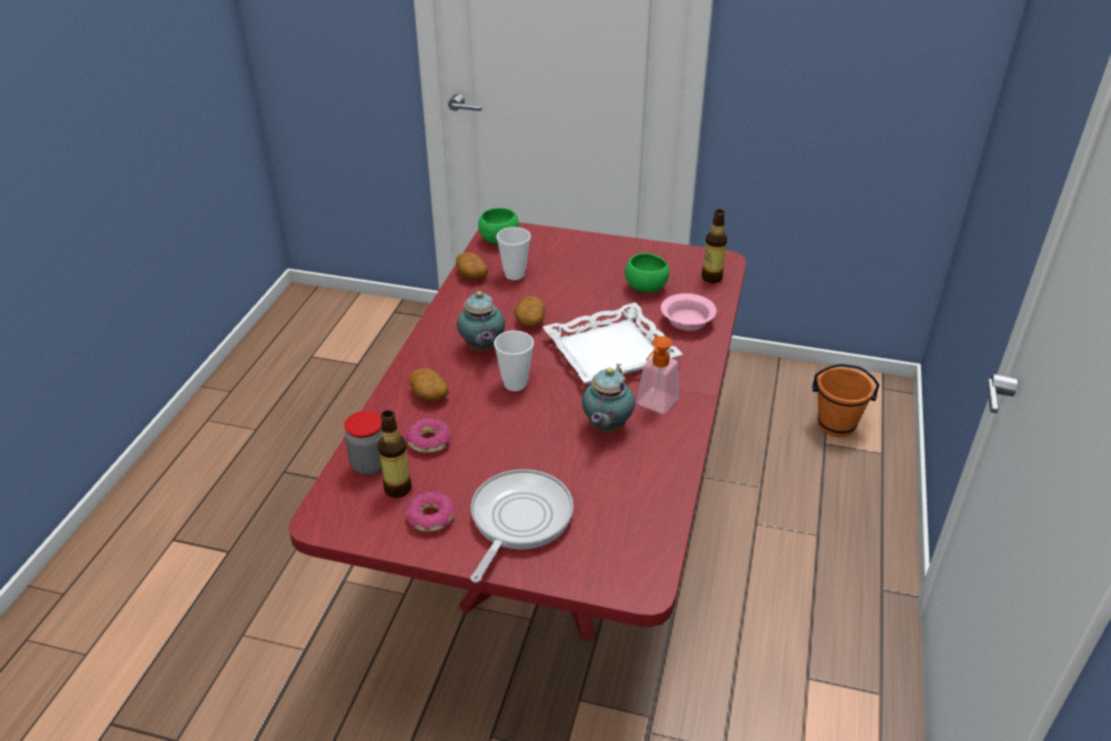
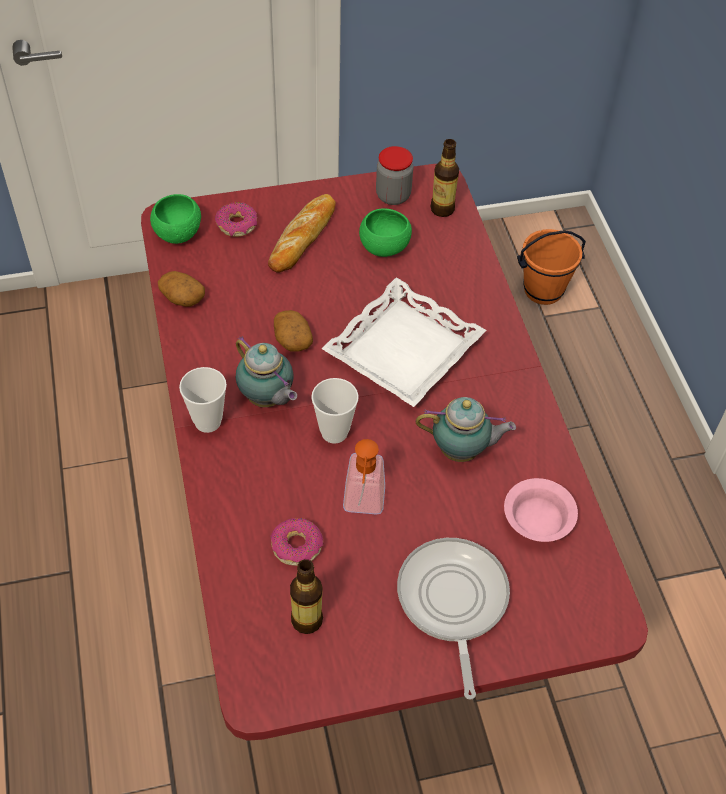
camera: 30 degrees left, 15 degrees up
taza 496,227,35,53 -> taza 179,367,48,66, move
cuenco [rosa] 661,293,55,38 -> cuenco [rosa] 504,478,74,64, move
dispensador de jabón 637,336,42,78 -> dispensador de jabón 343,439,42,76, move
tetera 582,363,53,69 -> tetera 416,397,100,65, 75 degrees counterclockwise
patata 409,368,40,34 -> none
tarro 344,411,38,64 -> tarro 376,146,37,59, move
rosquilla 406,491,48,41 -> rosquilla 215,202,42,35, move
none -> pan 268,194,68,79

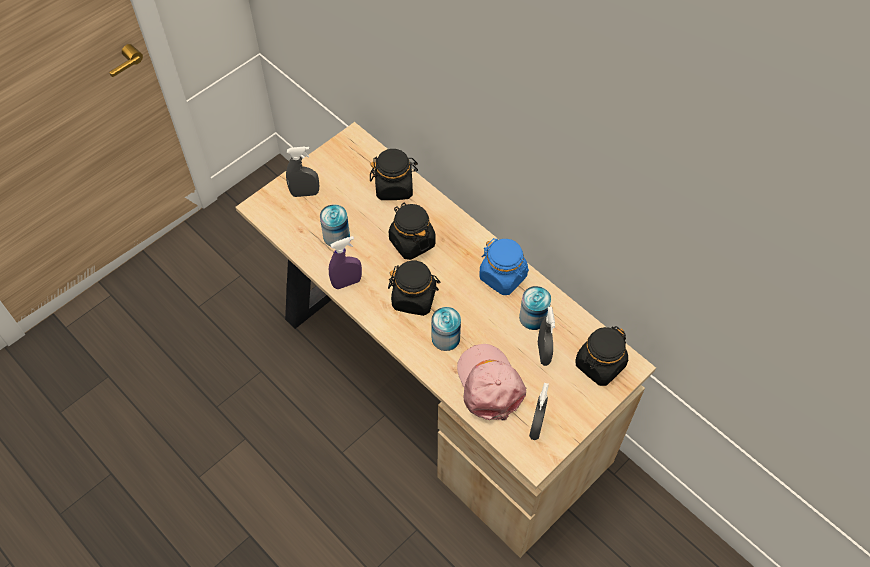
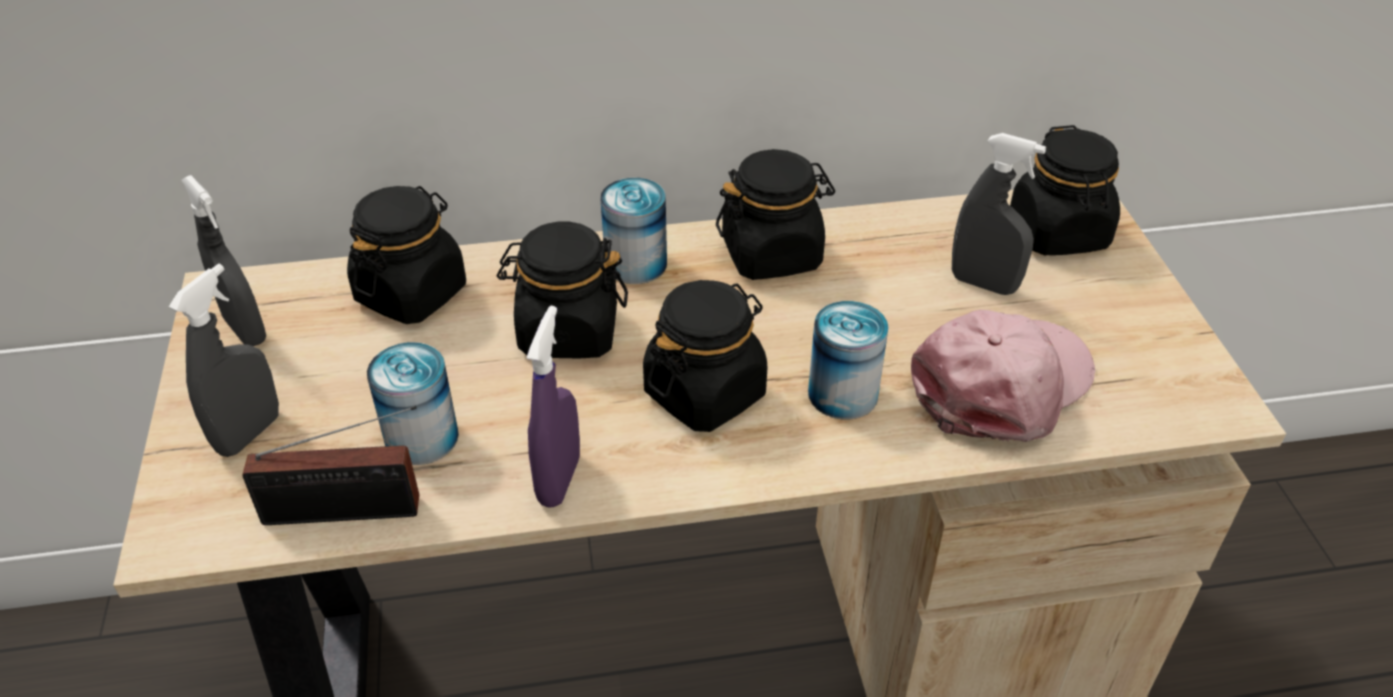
camera: 55 degrees left, 15 degrees down
tarro [azul] 479,238,50,57 -> tarro [negro] 716,149,119,131
lata 519,286,32,44 -> lata 600,178,67,106, move
gorra [rosa] 457,344,69,76 -> gorra [rosa] 911,310,184,132, 120 degrees clockwise
pulverizador [gris] 529,383,20,57 -> pulverizador [gris] 181,175,85,171, move
none -> radio 242,406,177,119

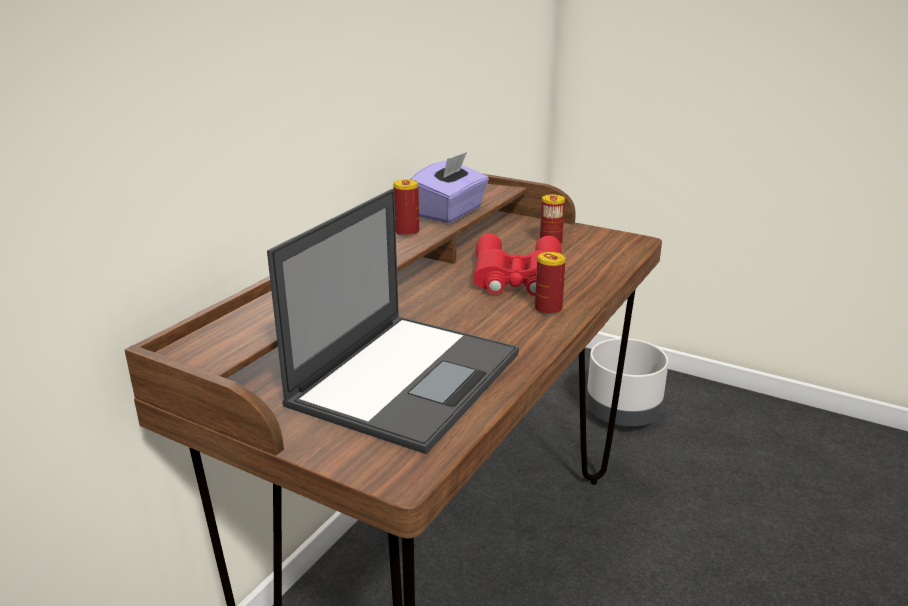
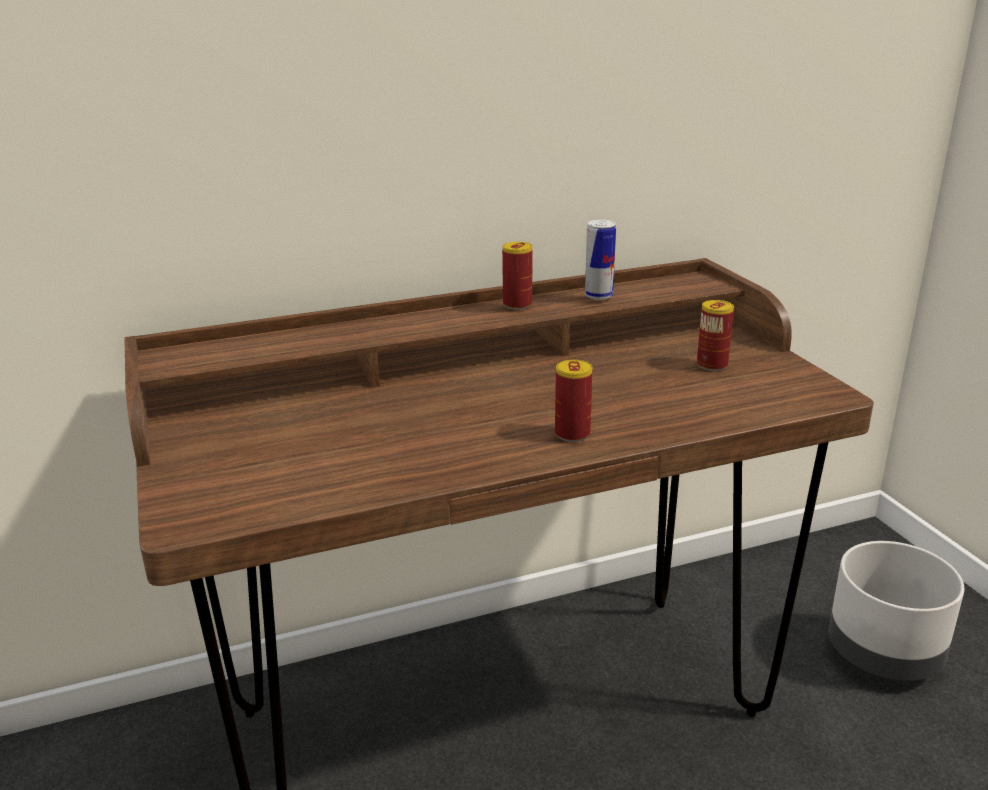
camera: 40 degrees right, 0 degrees up
caja de pañuelos [morado] 410,152,79,71 -> lata 585,219,31,81
portátil 267,189,252,265 -> none
prismáticos [rojo] 473,234,88,62 -> none

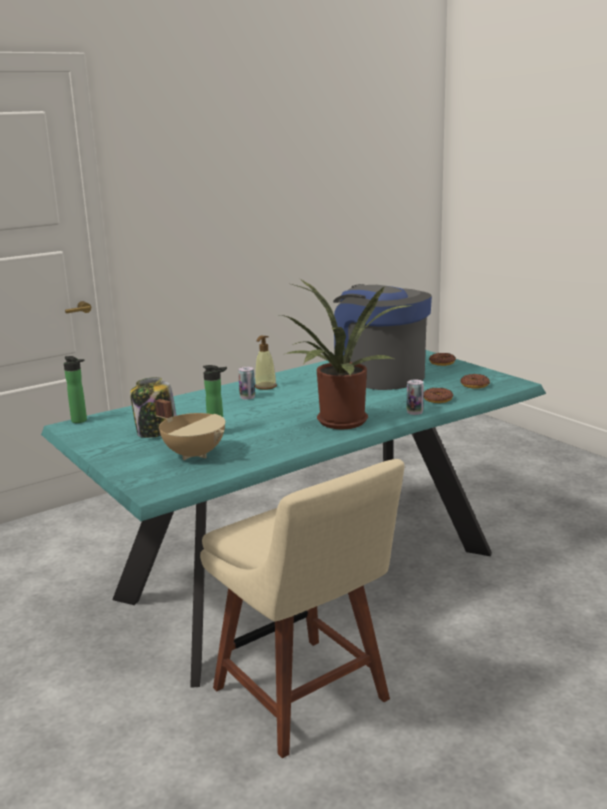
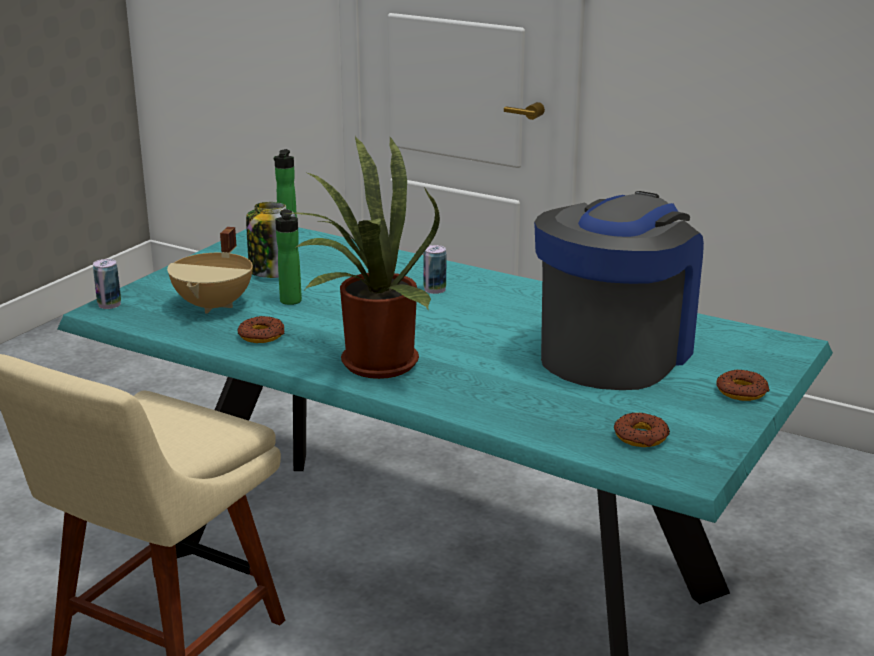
camera: 65 degrees right, 5 degrees up
dispensador de jabón 255,335,22,55 -> none
lata 407,379,17,36 -> lata 93,259,28,50, move
rosquilla 424,388,29,15 -> rosquilla 237,316,47,27, move

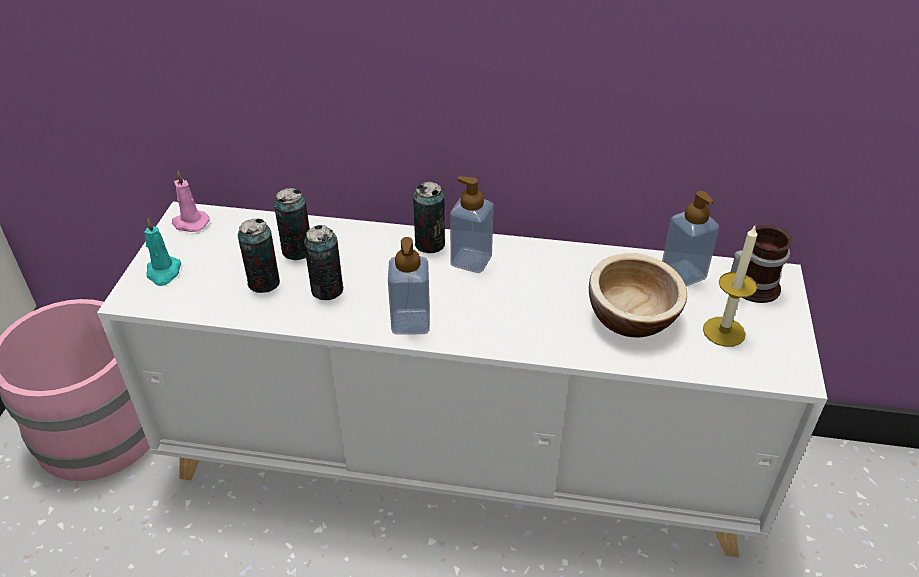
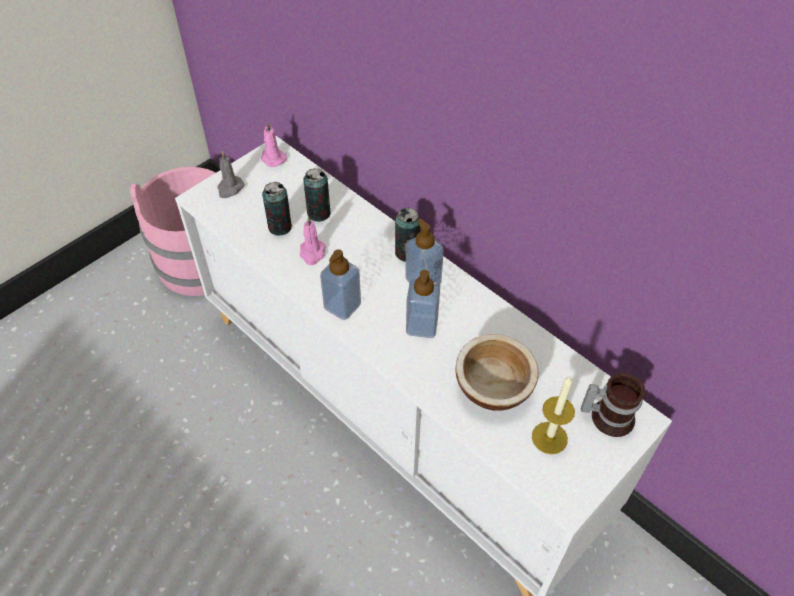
camera: 35 degrees right, 10 degrees up
dispensador de jabón 662,191,57,95 -> dispensador de jabón 406,270,34,68, move
vela [turquesa] 144,219,38,67 -> vela [gris] 217,151,28,47
lata 304,225,40,75 -> vela [rosa] 300,216,26,49

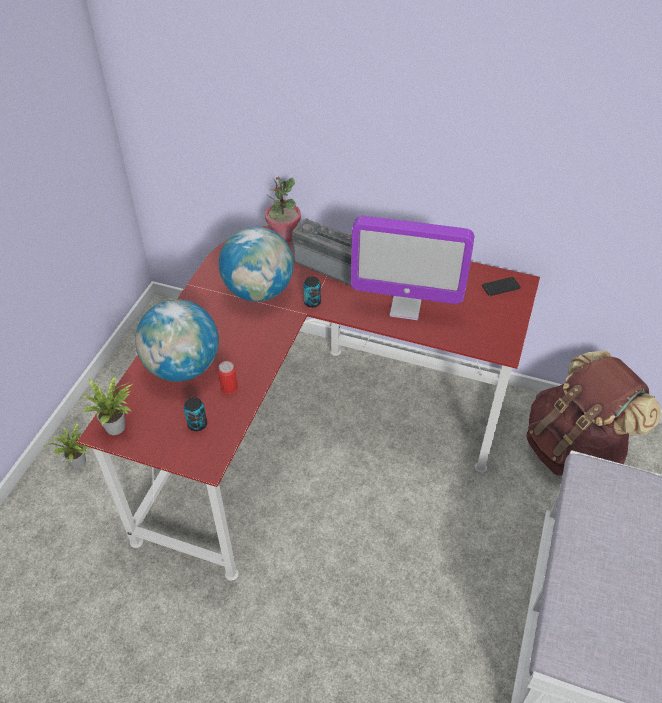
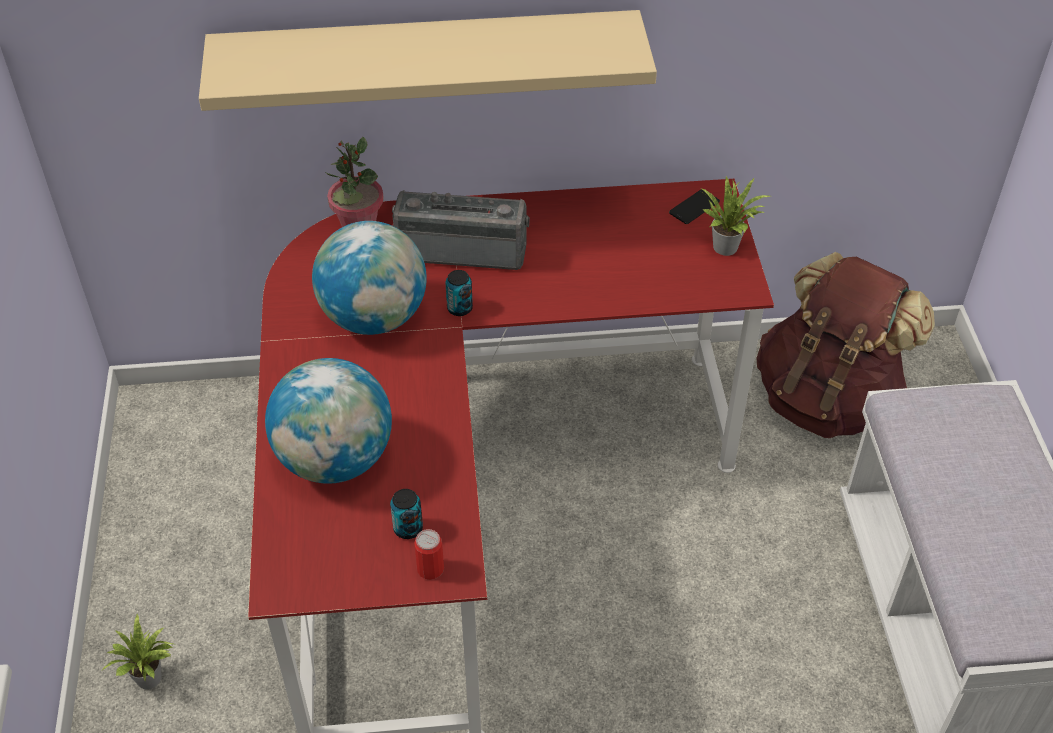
camera: 25 degrees left, 0 degrees up
monitor 351,216,123,104 -> none
lata 218,361,20,33 -> lata 414,529,30,51, move
planta en maceta 82,374,51,61 -> planta en maceta 702,176,68,80, move
none -> estante [beis] 199,10,458,101

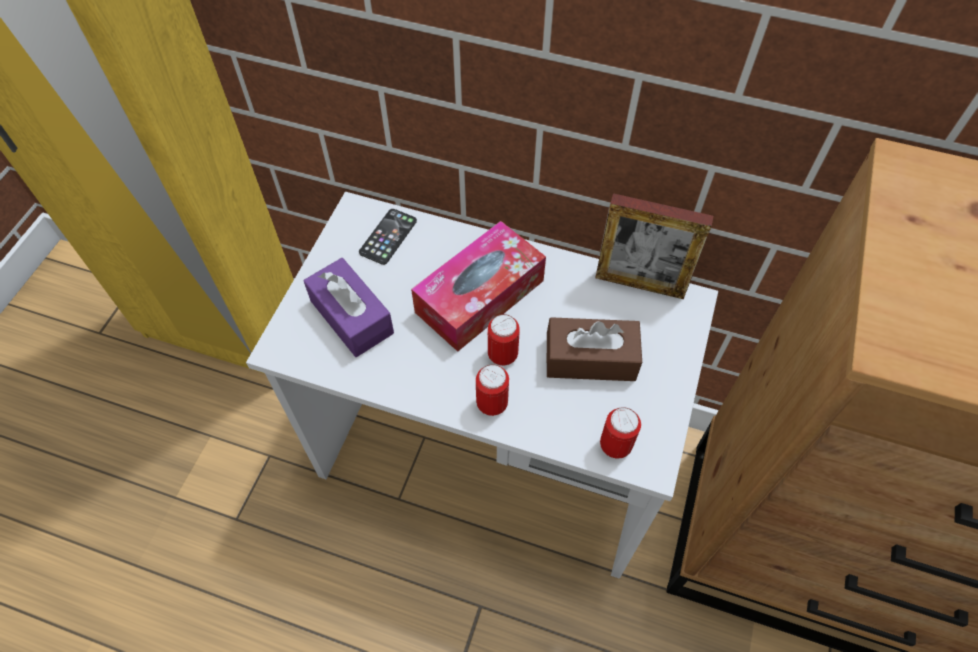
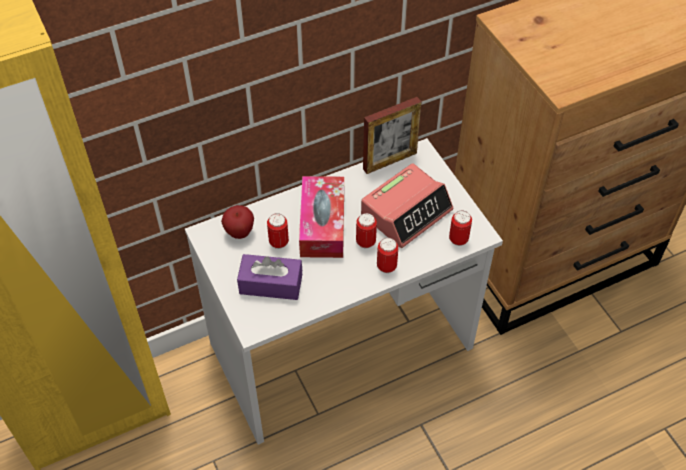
camera: 45 degrees left, 5 degrees down
móvil 359,209,58,56 -> manzana 221,205,33,34
caja de pañuelos [marrón] 547,317,95,64 -> despertador 361,163,92,85
none -> lata 267,213,22,36

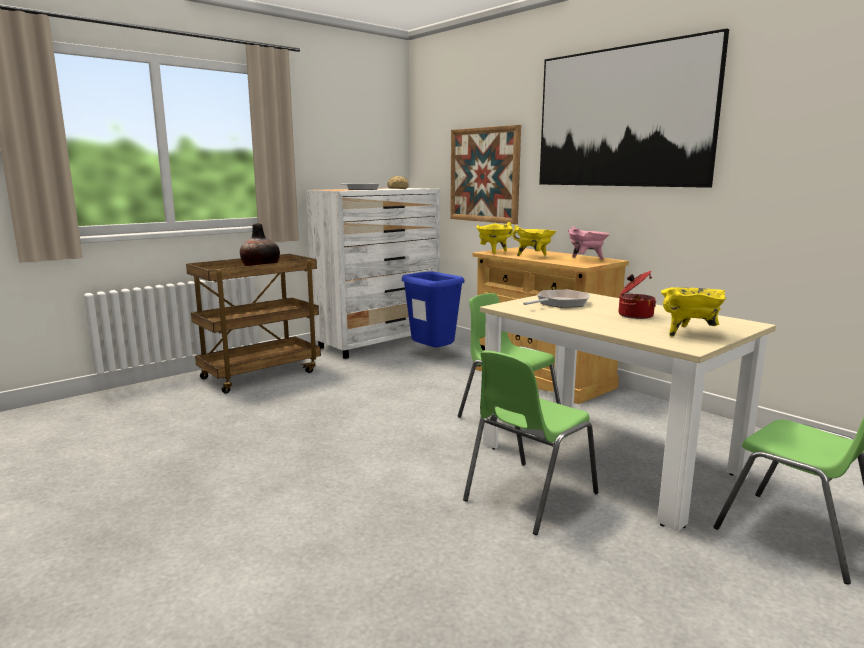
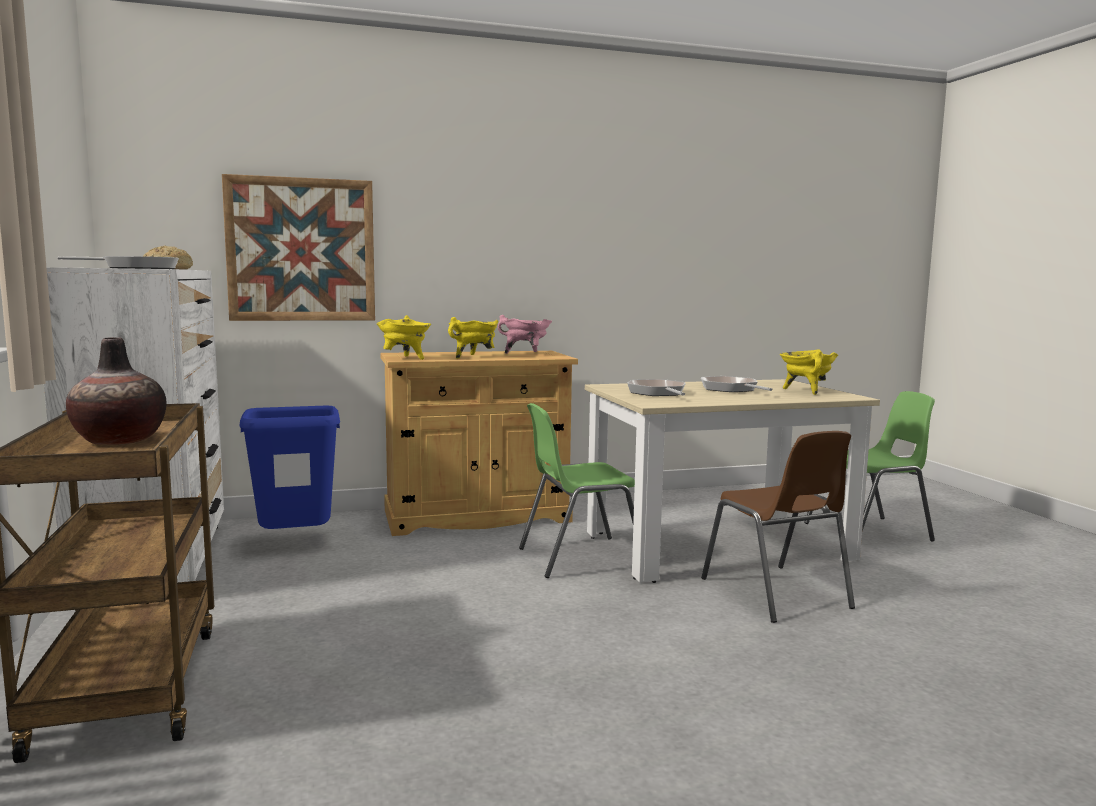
camera: 65 degrees left, 5 degrees down
cuadro 539,28,190,160 -> none
olla 619,271,37,48 -> sartén 701,376,72,16
silla [verde] 463,350,135,185 -> silla [marrón] 701,431,154,192

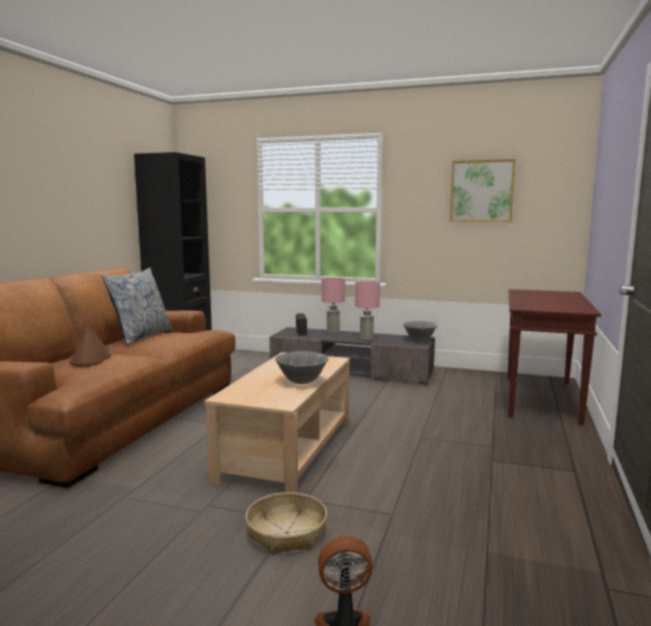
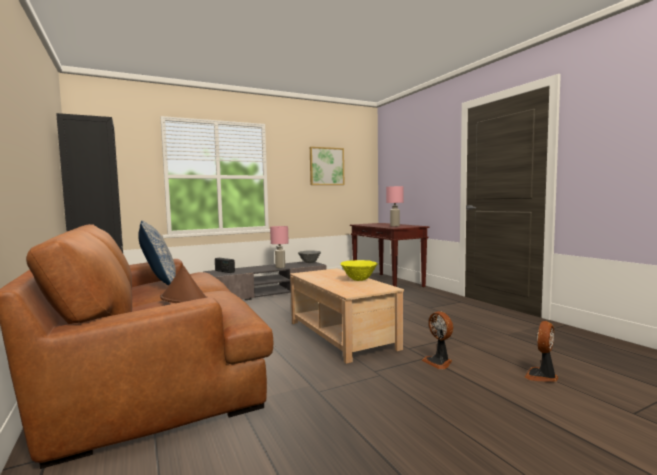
camera: 45 degrees left, 5 degrees down
lámpara de mesa [rosa] 321,278,24,56 -> lámpara de mesa [rosa] 386,186,18,41, move
cuenco [gris] 275,351,54,33 -> cuenco [amarillo] 340,260,38,21
cesta 246,492,81,63 -> ventilador 422,311,31,58

